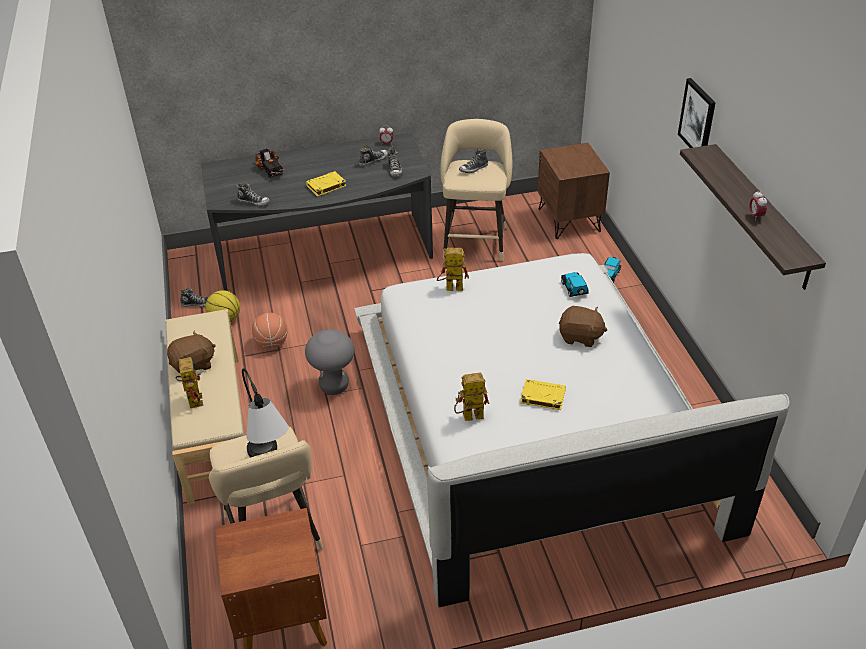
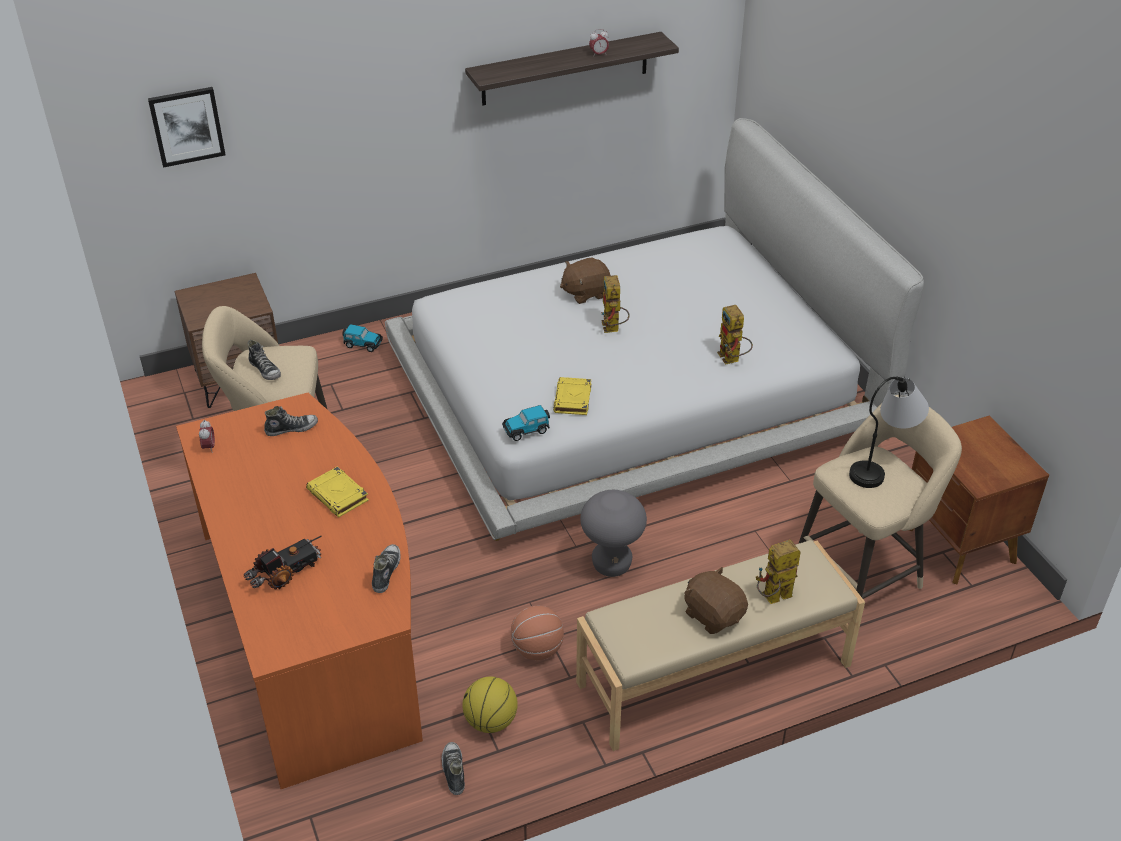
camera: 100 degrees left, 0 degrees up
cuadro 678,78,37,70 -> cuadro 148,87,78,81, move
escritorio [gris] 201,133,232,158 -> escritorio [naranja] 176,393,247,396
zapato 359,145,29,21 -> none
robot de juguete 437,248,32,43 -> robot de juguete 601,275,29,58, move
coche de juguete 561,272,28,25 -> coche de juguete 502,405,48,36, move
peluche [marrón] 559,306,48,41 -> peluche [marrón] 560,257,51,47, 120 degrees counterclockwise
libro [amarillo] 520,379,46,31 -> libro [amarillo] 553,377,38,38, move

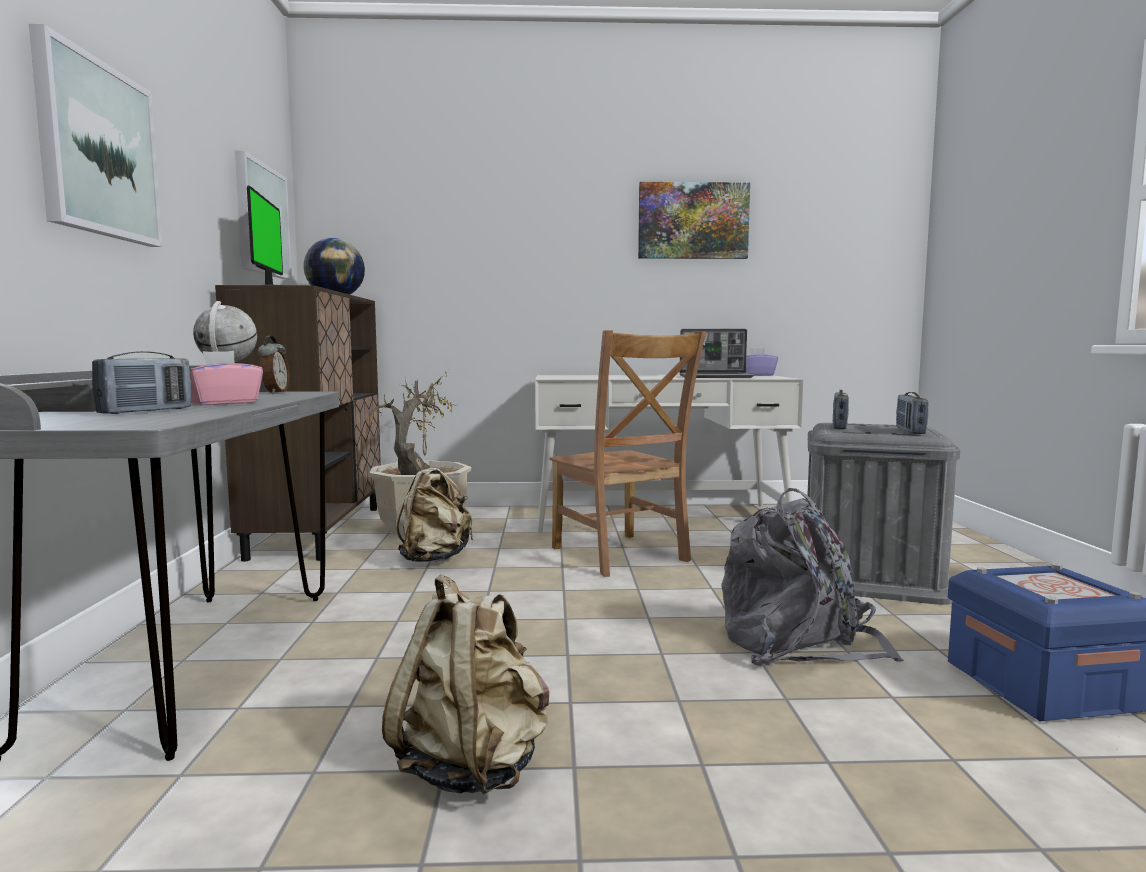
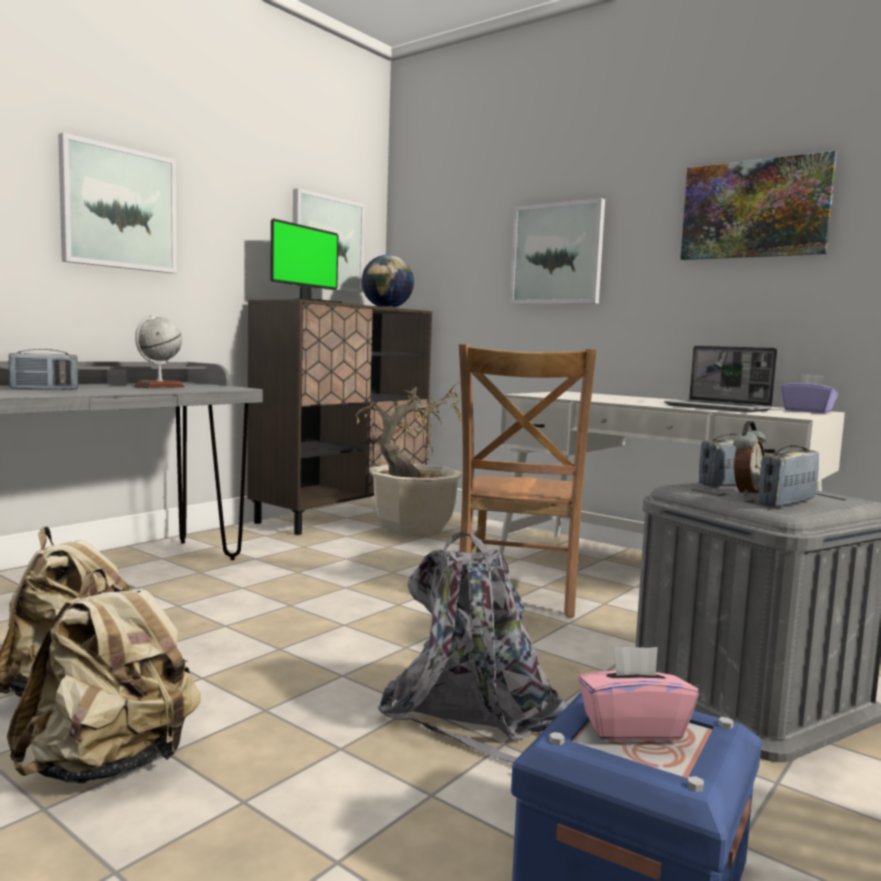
camera: 40 degrees right, 0 degrees up
despertador 258,335,32,59 -> despertador 733,421,33,75, move
caja de pañuelos [rosa] 190,351,73,54 -> caja de pañuelos [rosa] 578,646,121,95, move
mochila [beis] 395,458,78,104 -> mochila [beis] 7,568,193,216, move
none -> cuadro 510,198,95,106

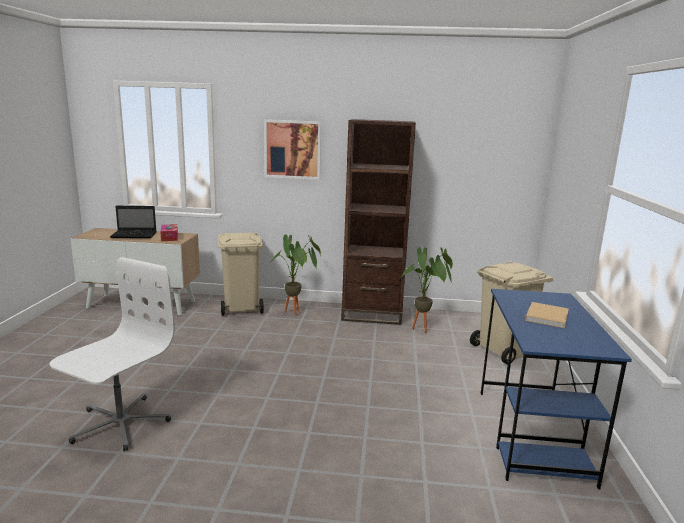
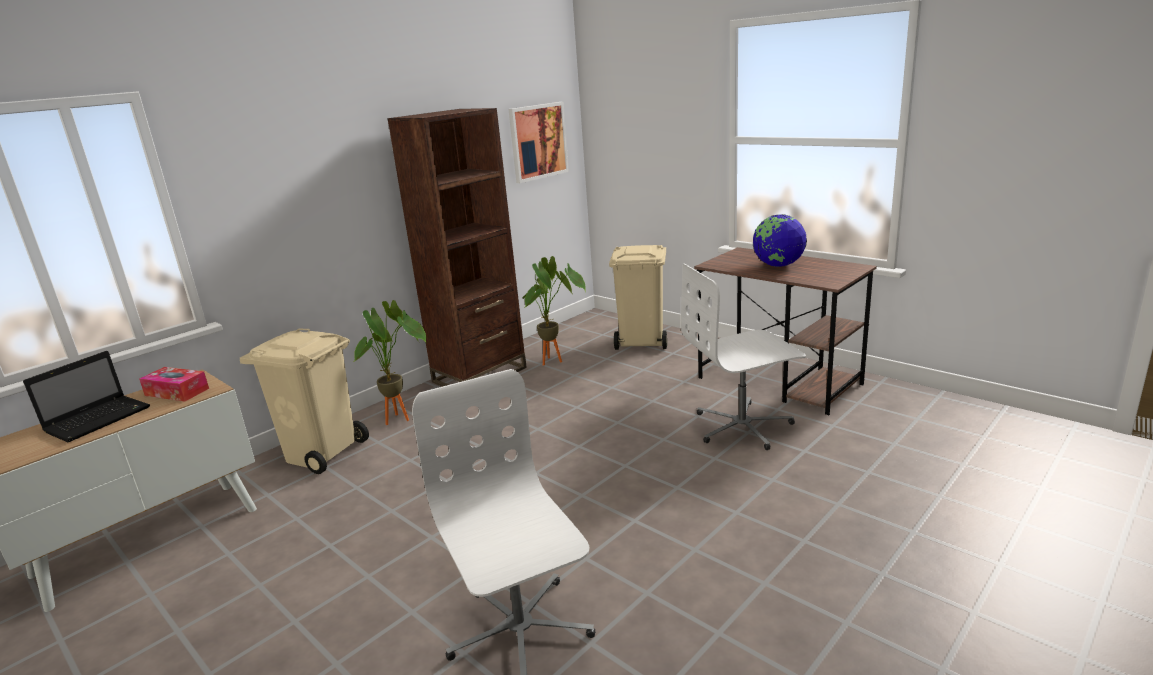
camera: 50 degrees left, 5 degrees up
cuadro 264,119,57,61 -> cuadro 508,102,61,81, move
escritorio [azul] 481,289,151,201 -> escritorio [marrón] 694,247,183,168
libro [beis] 525,302,44,26 -> globo terráqueo 753,214,54,53
none -> silla de oficina [blanco] 681,263,125,187

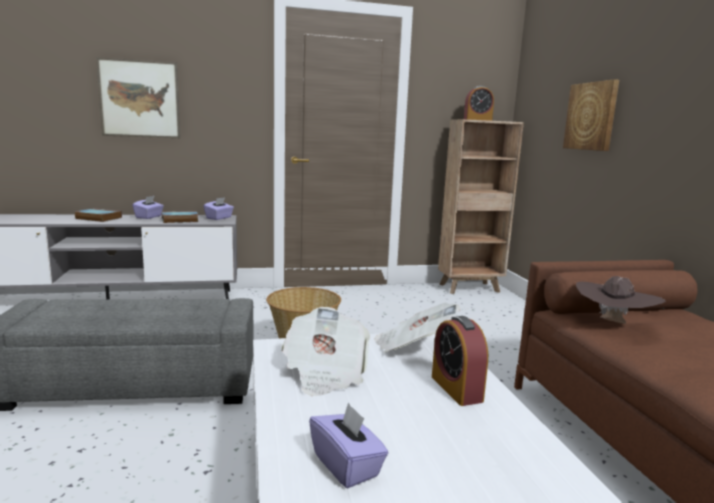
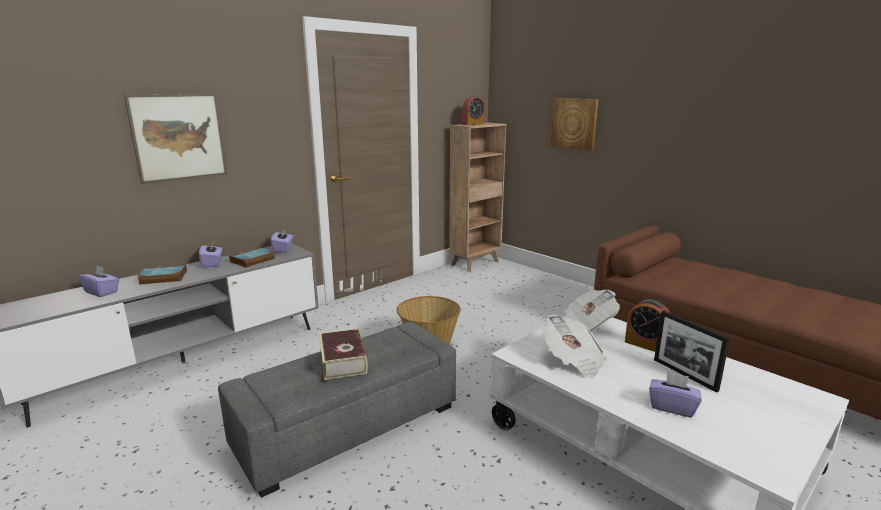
camera: 30 degrees left, 5 degrees up
sombrero [marrón] 576,276,90,48 -> none
none -> caja de pañuelos [morado] 78,266,41,31
none -> portarretratos 654,311,76,81
none -> libro 319,328,49,52

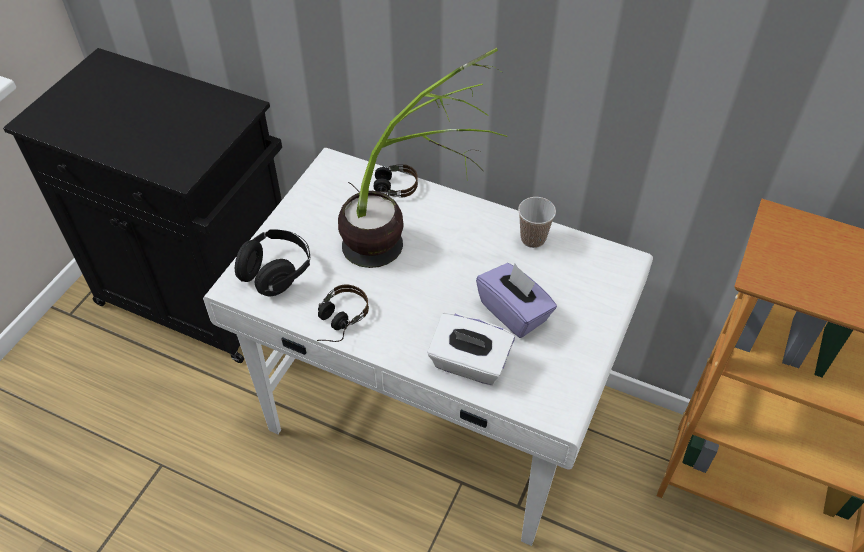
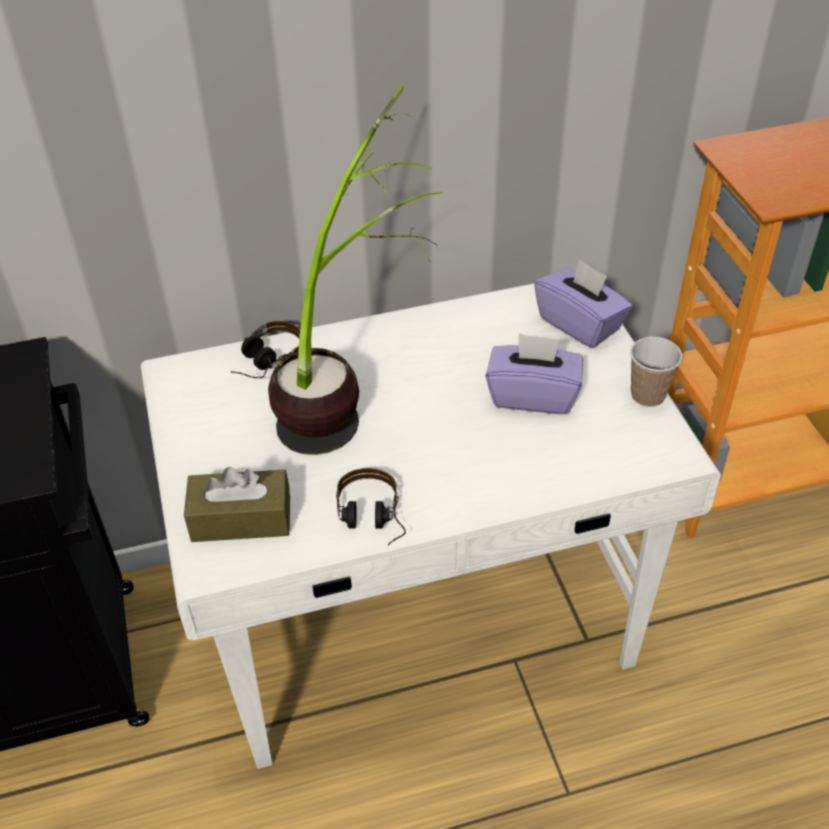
camera: 40 degrees left, 5 degrees down
taza 518,197,38,51 -> taza 630,337,52,70, move
auriculares [negro] 235,229,75,67 -> caja de pañuelos [marrón] 184,466,106,76
caja de pañuelos [blanco] 427,313,88,72 -> none
none -> caja de pañuelos [morado] 534,259,98,89

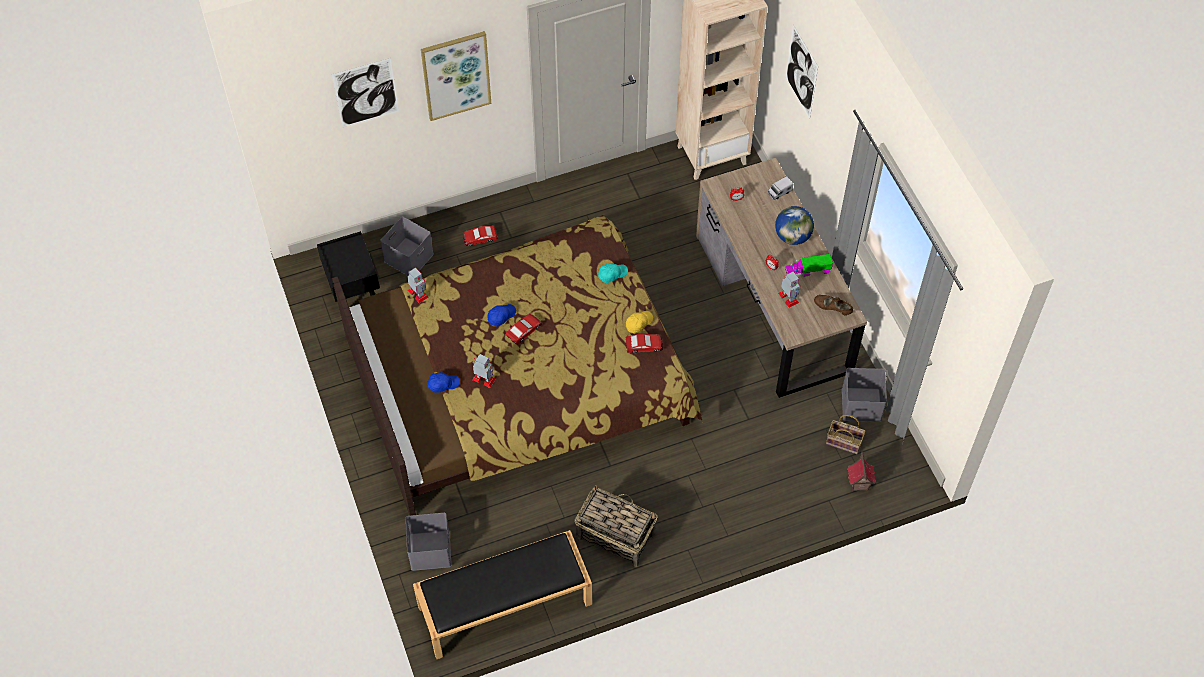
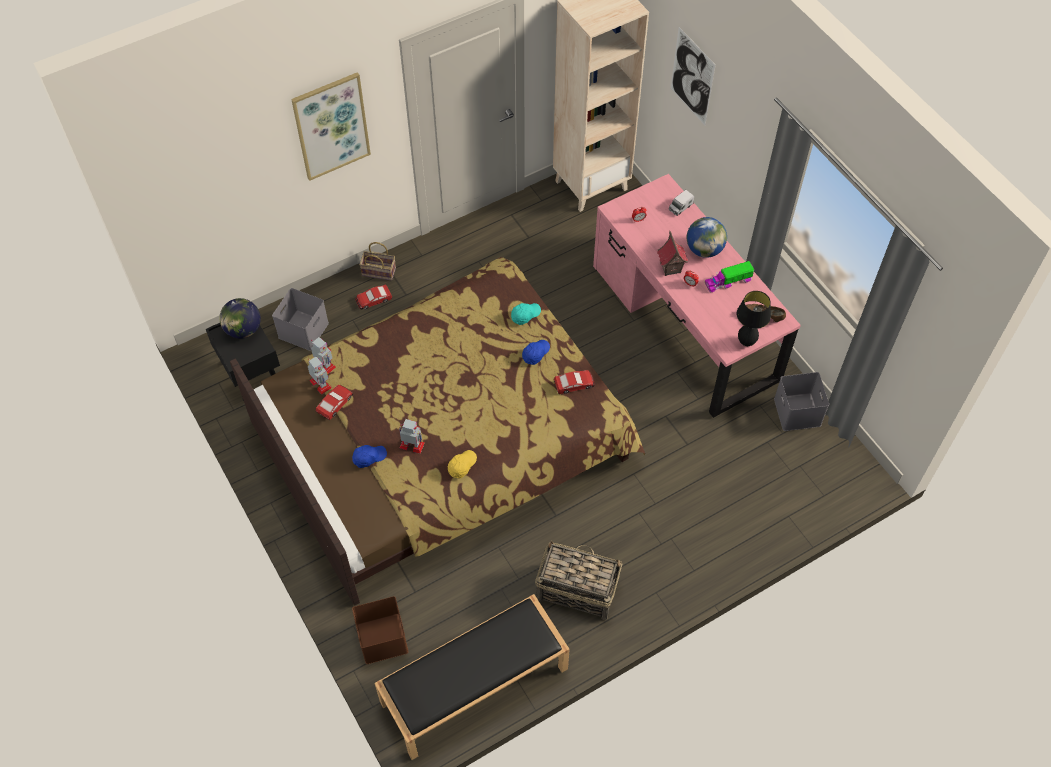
camera: 10 degrees left, 0 degrees up
cuadro 332,58,67,69 -> none
escritorio [marrón] 696,158,171,240 -> escritorio [rosa] 593,174,208,244
robot de juguete 778,271,22,37 -> robot de juguete 308,356,24,39, move
gorra [azul] 488,304,28,23 -> gorra [azul] 522,340,28,25, move
gorra [amarillo] 626,311,27,23 -> gorra [amarillo] 448,450,29,29, move
coche de juguete 506,314,36,31 -> coche de juguete 316,385,37,35, move
cesta 826,415,39,39 -> cesta 359,242,37,39, move
casita 847,452,29,39 -> casita 657,231,31,45, move
caja de almacenaje [gris] 406,513,45,58 -> caja de almacenaje [marrón] 352,596,57,68
none -> lámpara de mesa [negro] 737,291,34,55
none -> globo terráqueo 219,298,42,41

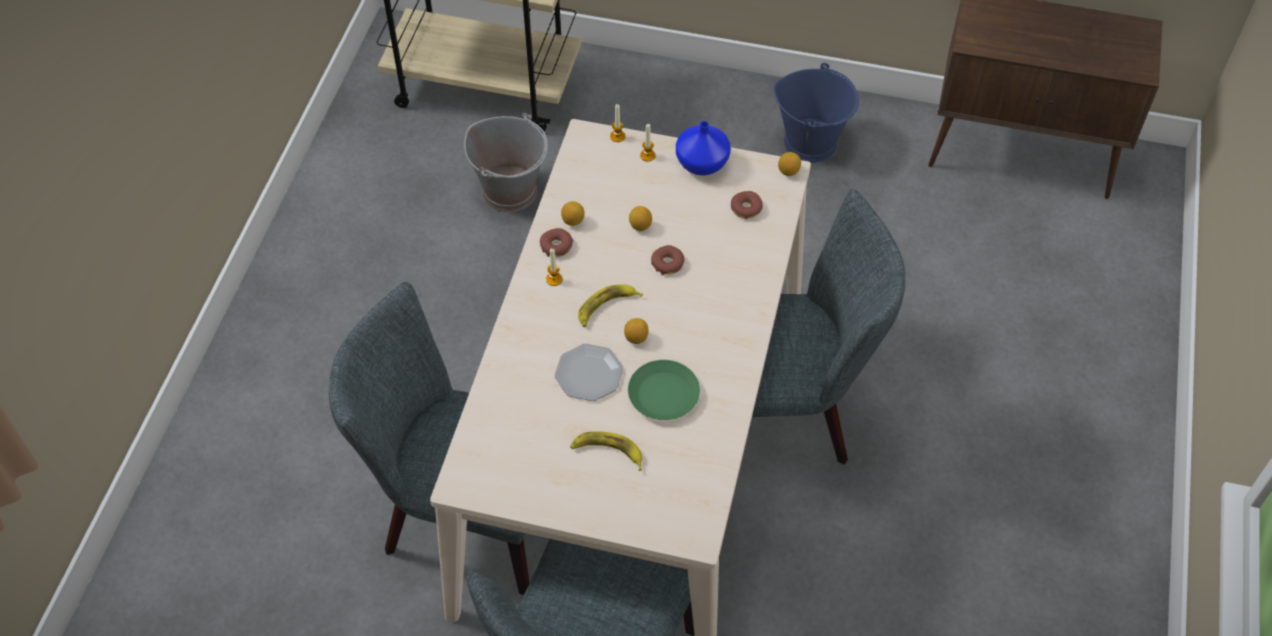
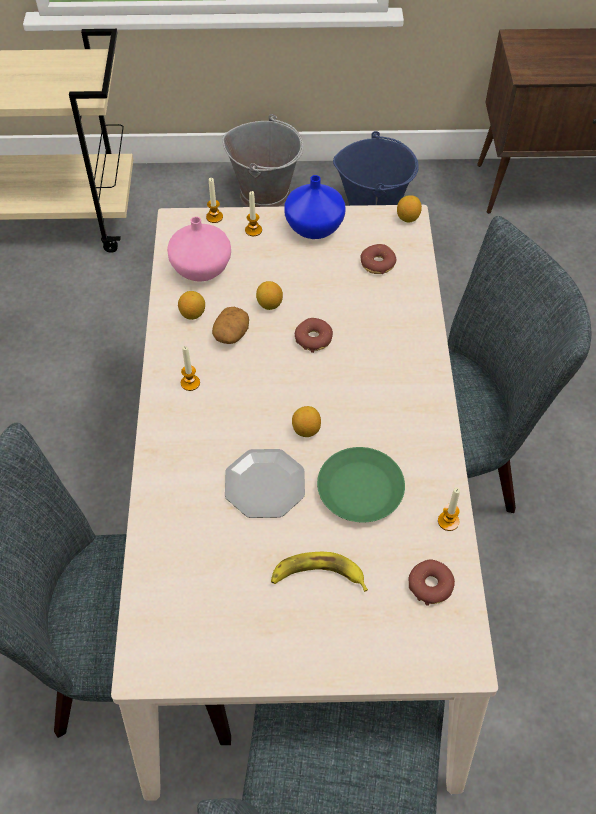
camera: 15 degrees left, 0 degrees up
cubo [gris] 464,113,84,99 -> cubo [gris] 222,114,82,93, move
rosquilla 540,228,33,29 -> rosquilla 409,560,46,46, move
plátano 578,284,65,43 -> none
none -> florero [rosa] 167,217,64,65
none -> patata 212,307,37,37
none -> vela 438,487,22,44

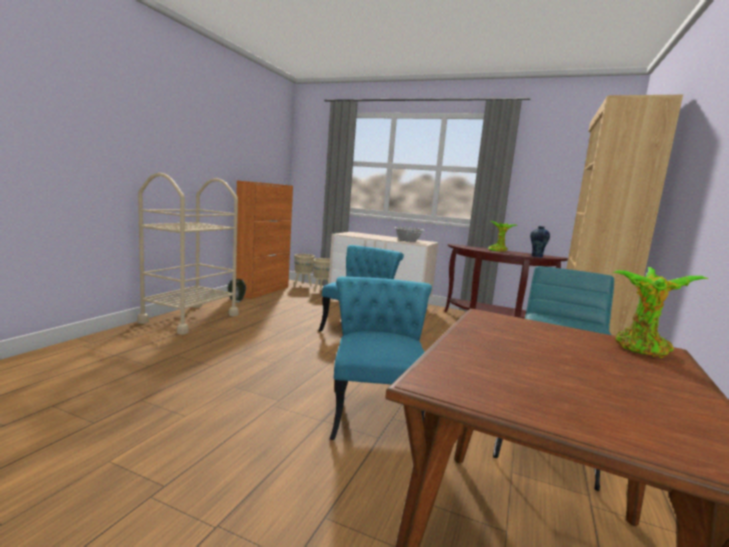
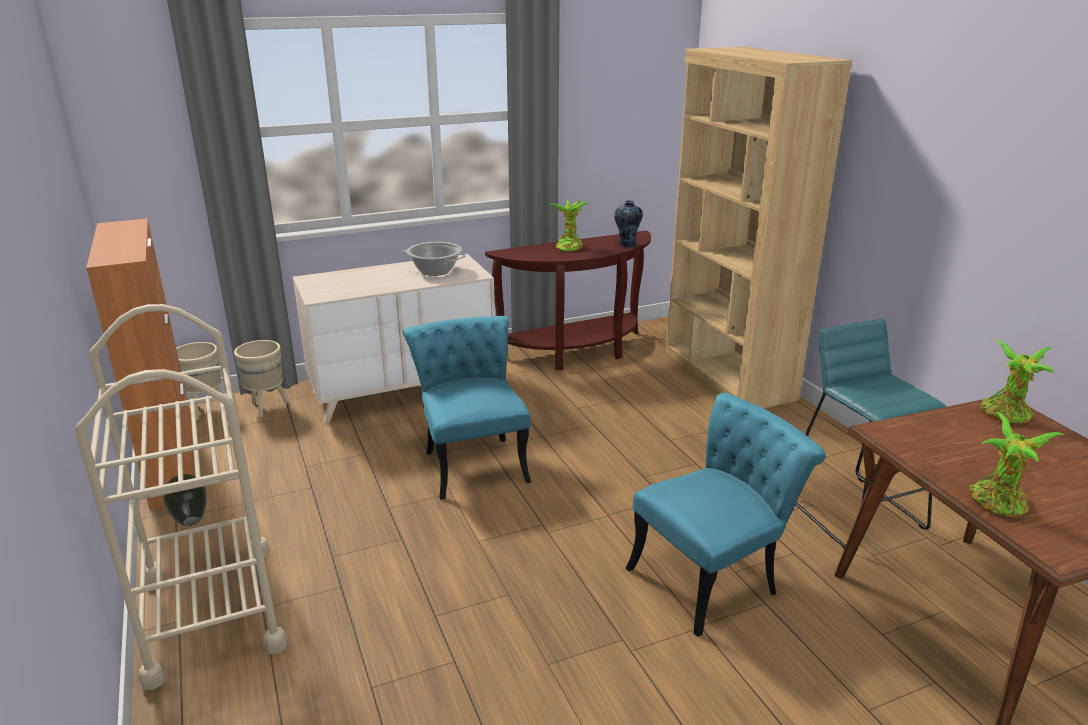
camera: 45 degrees left, 15 degrees up
silla [turquesa] 330,276,102,164 -> silla [turquesa] 626,393,200,244, 105 degrees clockwise
none -> planta en maceta 969,412,96,106

